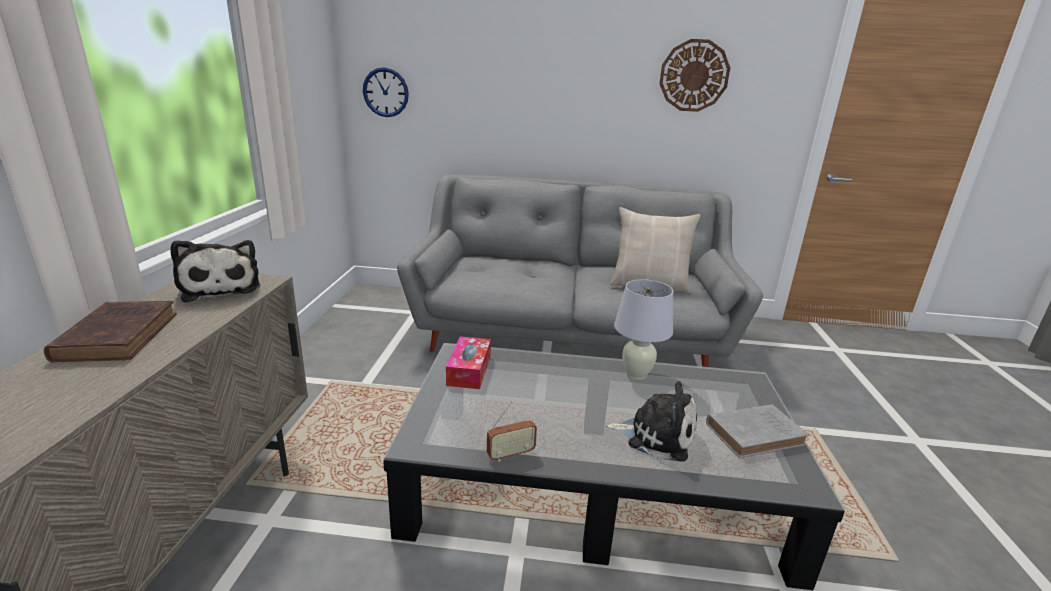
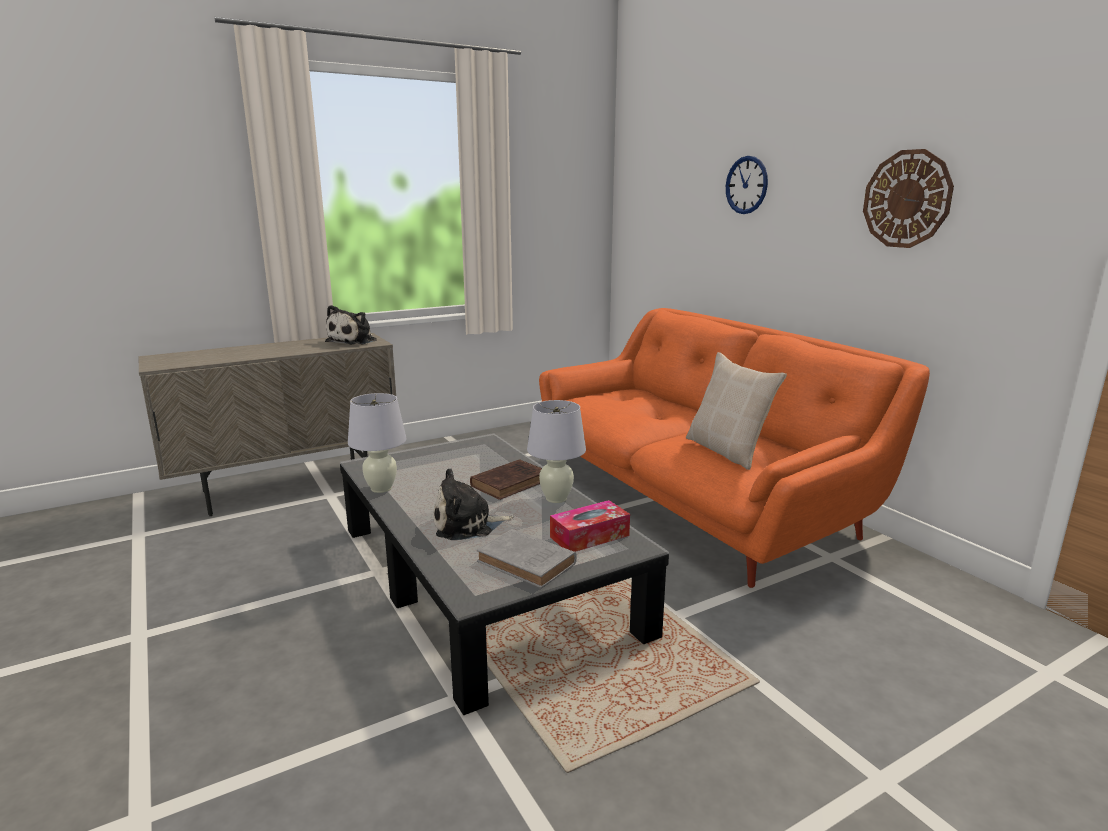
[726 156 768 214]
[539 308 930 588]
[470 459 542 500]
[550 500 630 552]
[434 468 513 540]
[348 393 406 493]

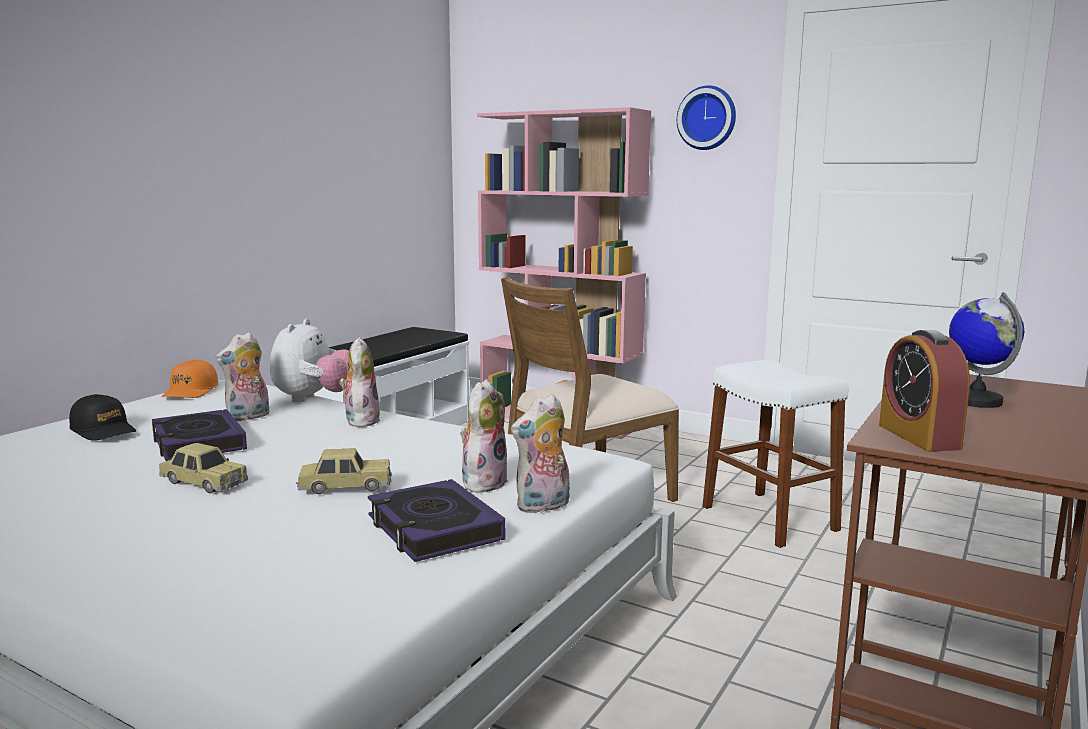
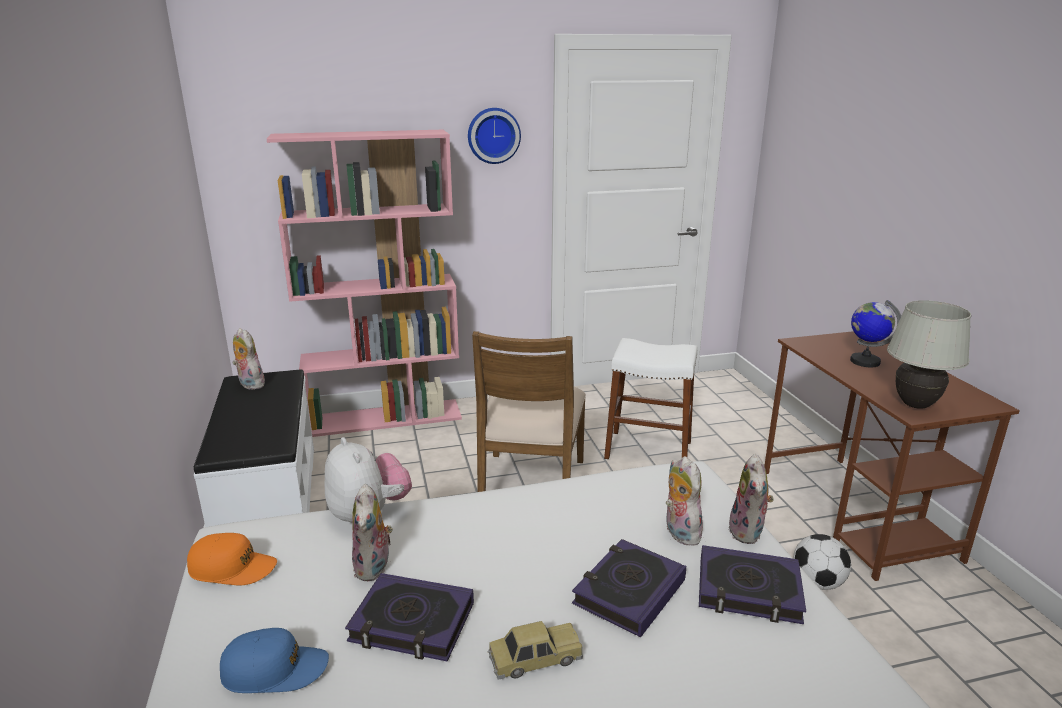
[887 300 971 409]
[232 328 266 390]
[187 533 277 585]
[220 628 329 693]
[572 539 686 638]
[793 534 851 590]

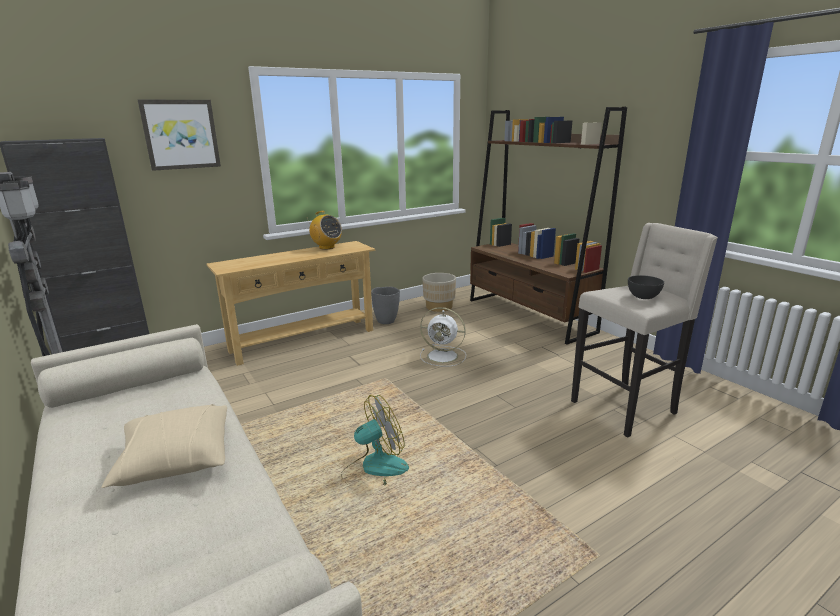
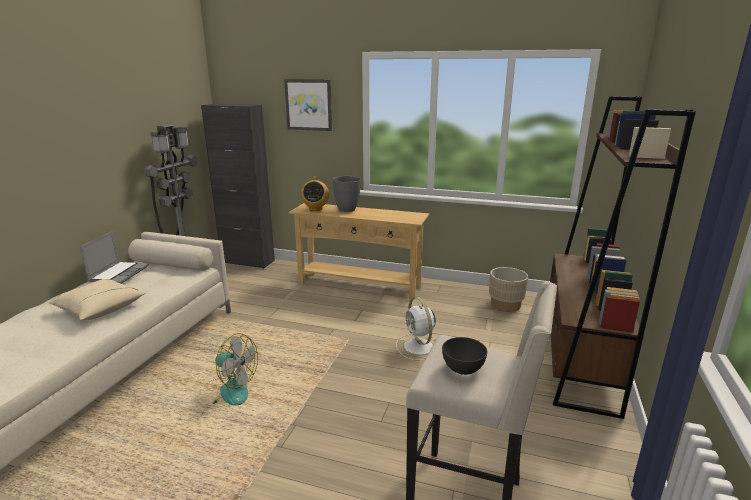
[301 177 329 211]
[333 176 361 212]
[80 231 149 284]

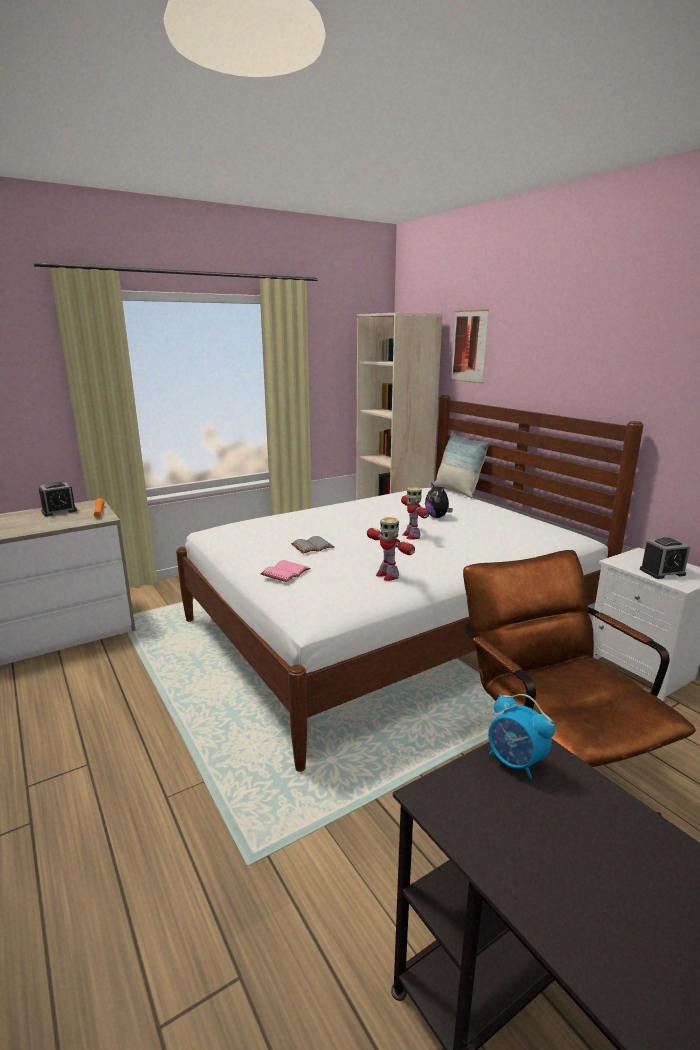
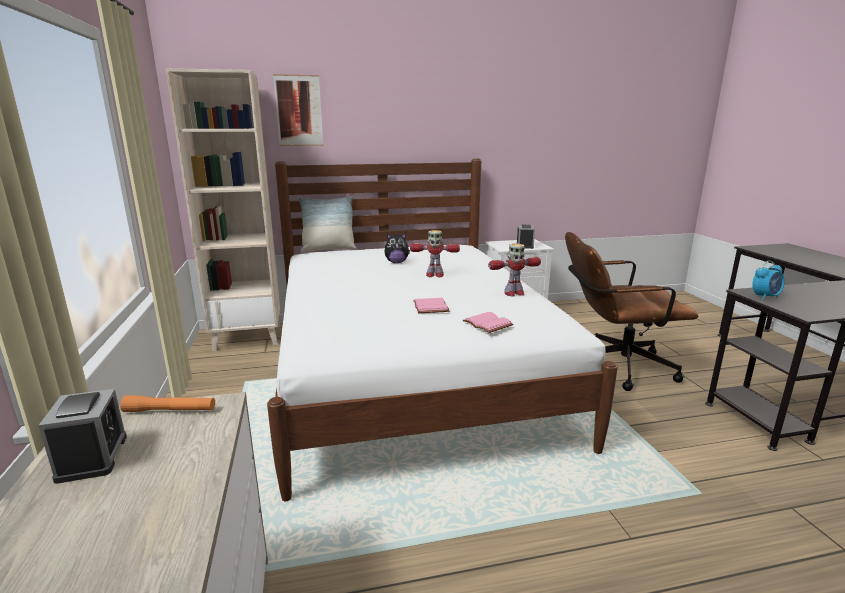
[413 298 449 313]

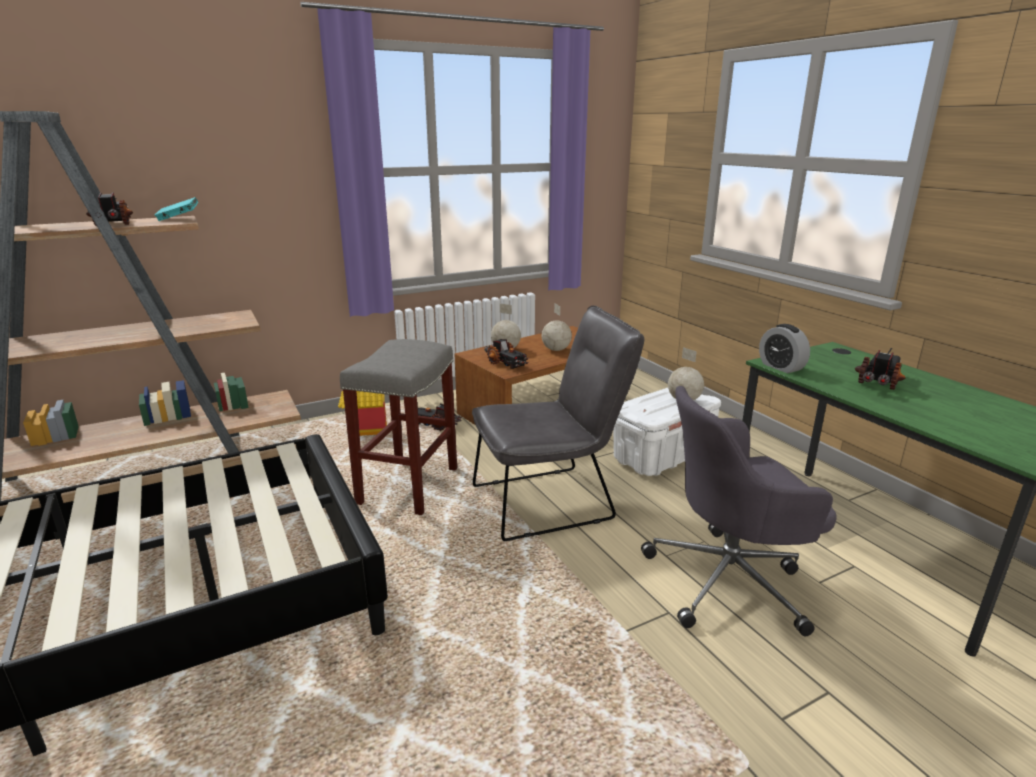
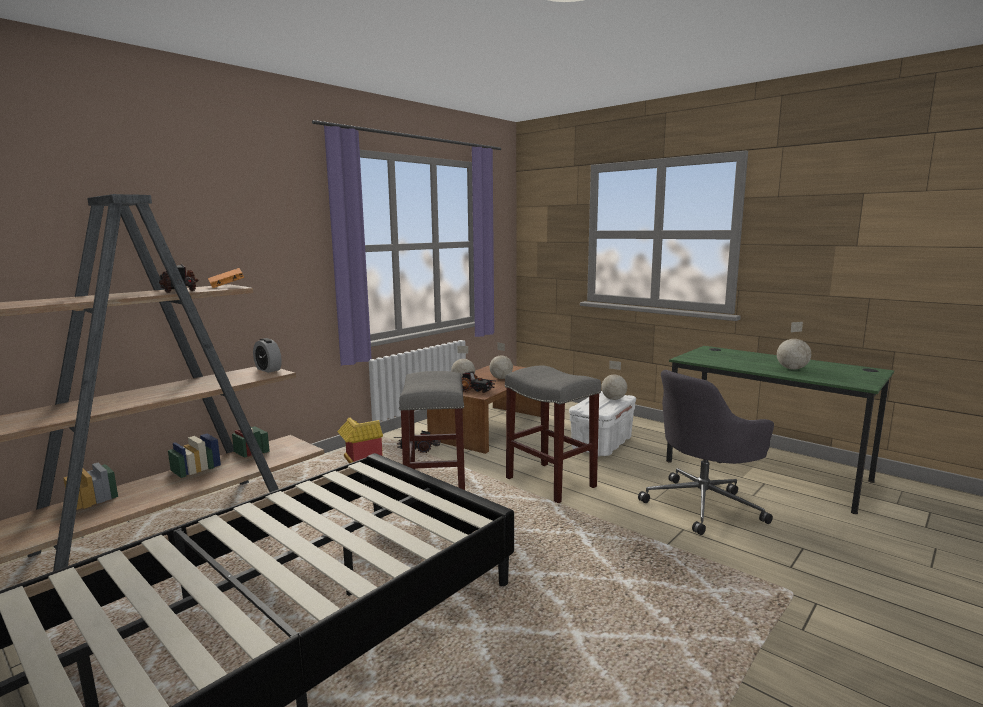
[208 268 244 288]
[505 366 601 503]
[253 338 282 373]
[855 348 906 390] (first image)
[777 322 811 370]

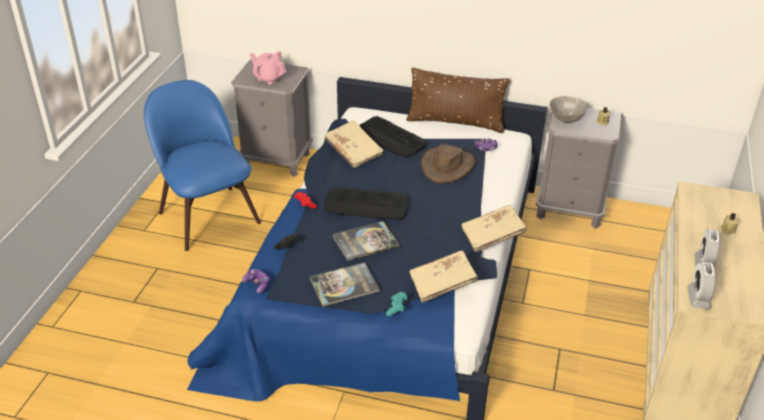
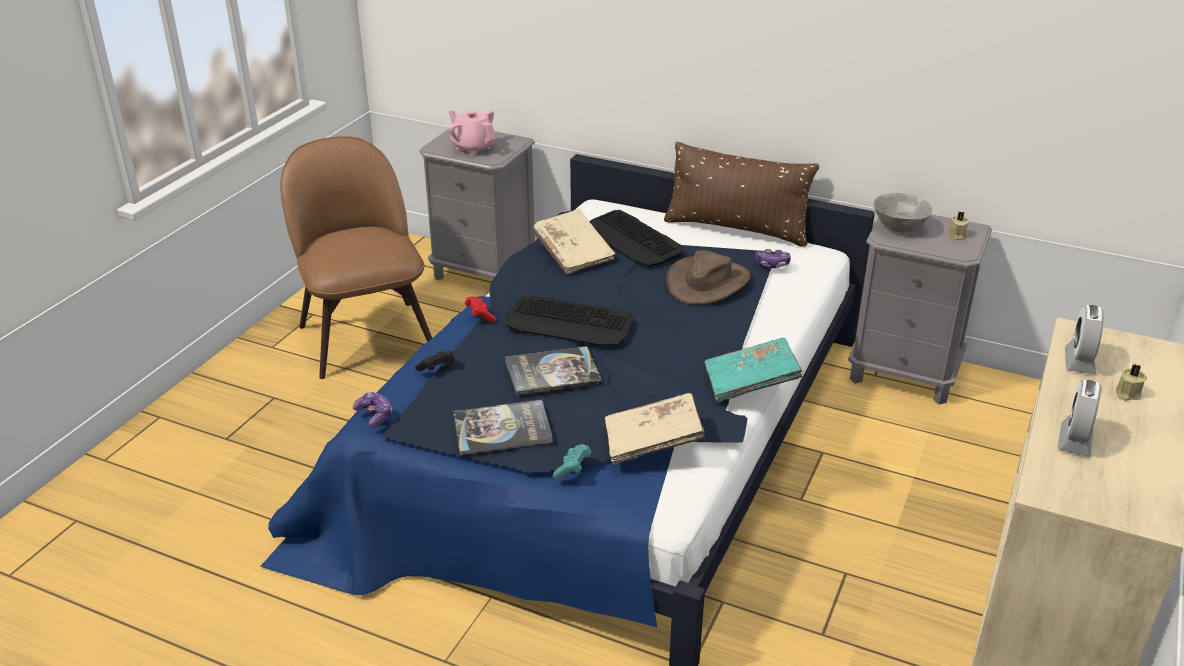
[280 136 432 379]
[704 338 803 402]
[1065 305 1104 375]

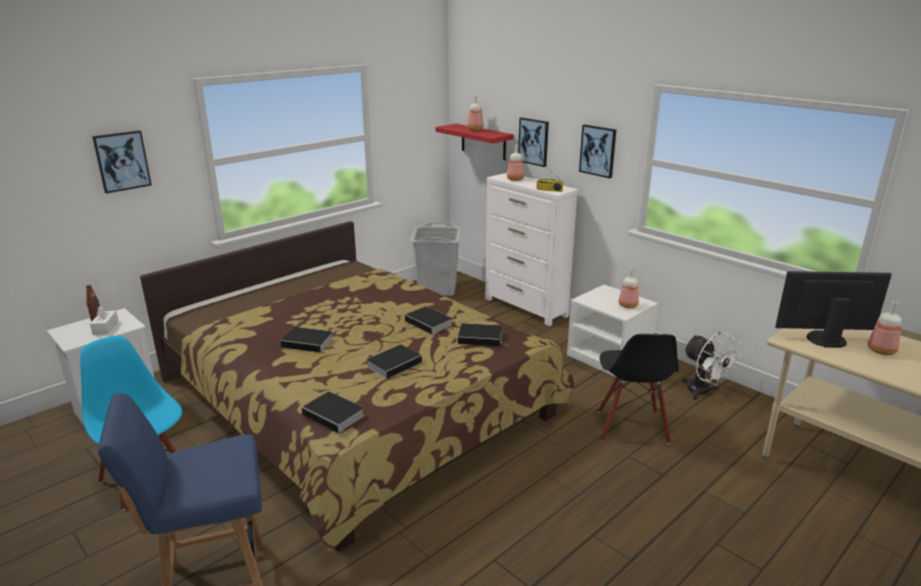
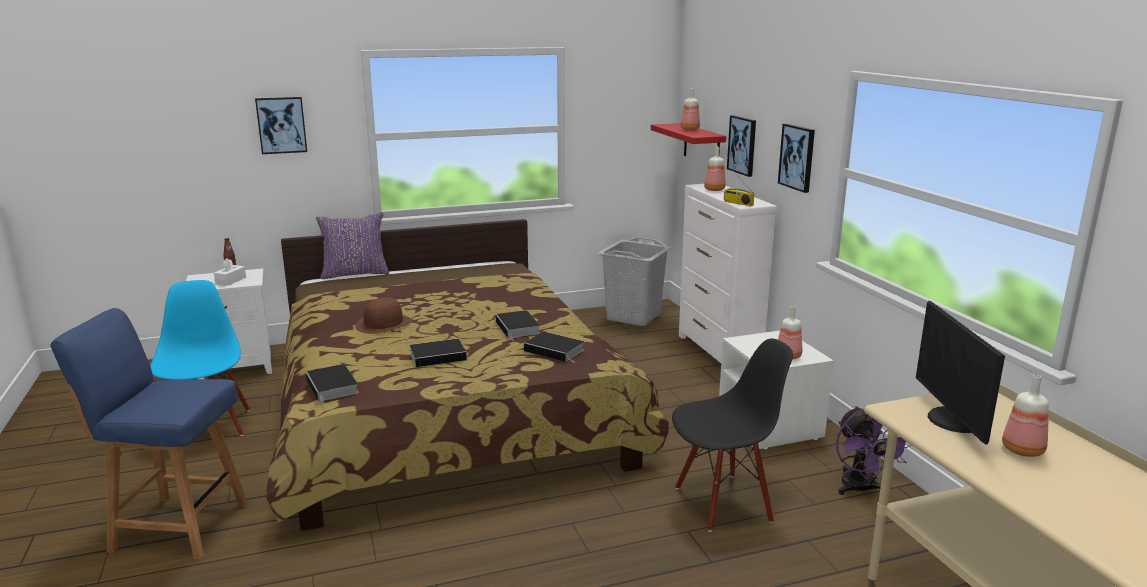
[916 301 1005 445]
[355 297 412 334]
[836 406 911 495]
[672 338 793 532]
[316 212 389 279]

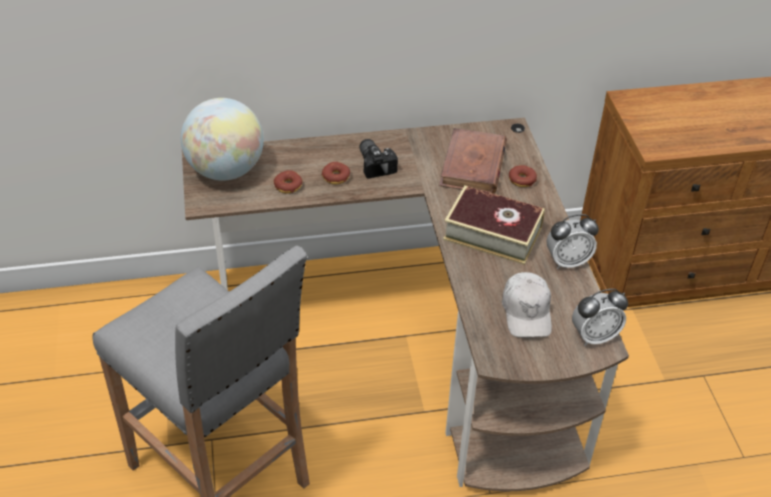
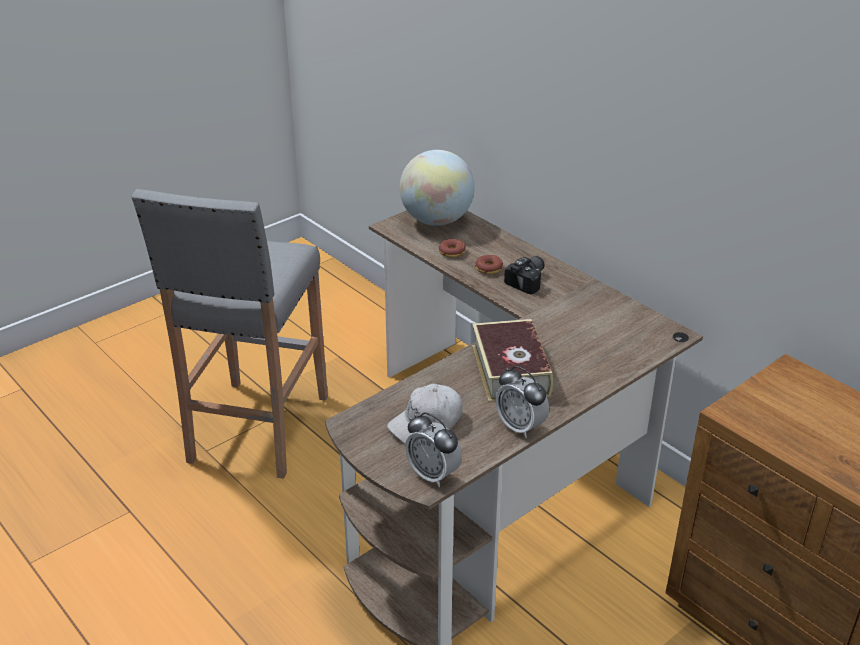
[439 128 507 194] (first image)
[509 165 537 187] (first image)

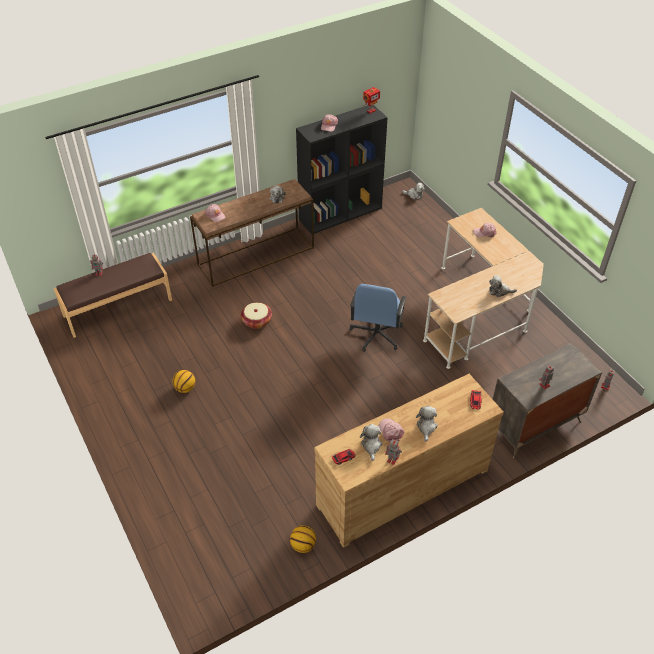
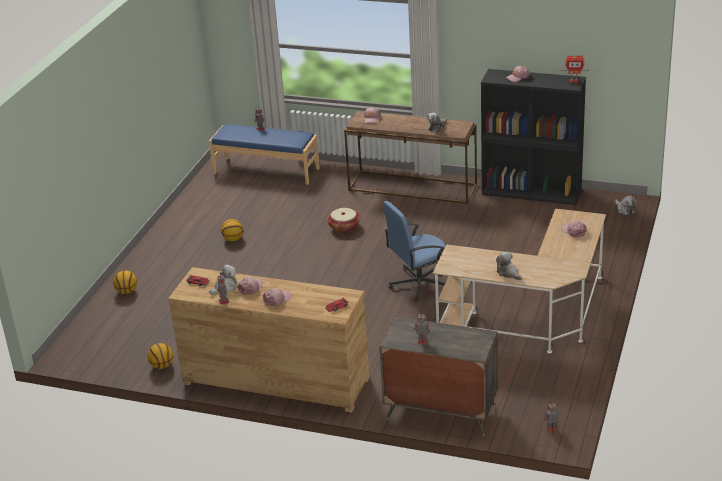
[209 124 320 185]
[263 288 292 306]
[113 271 137 294]

